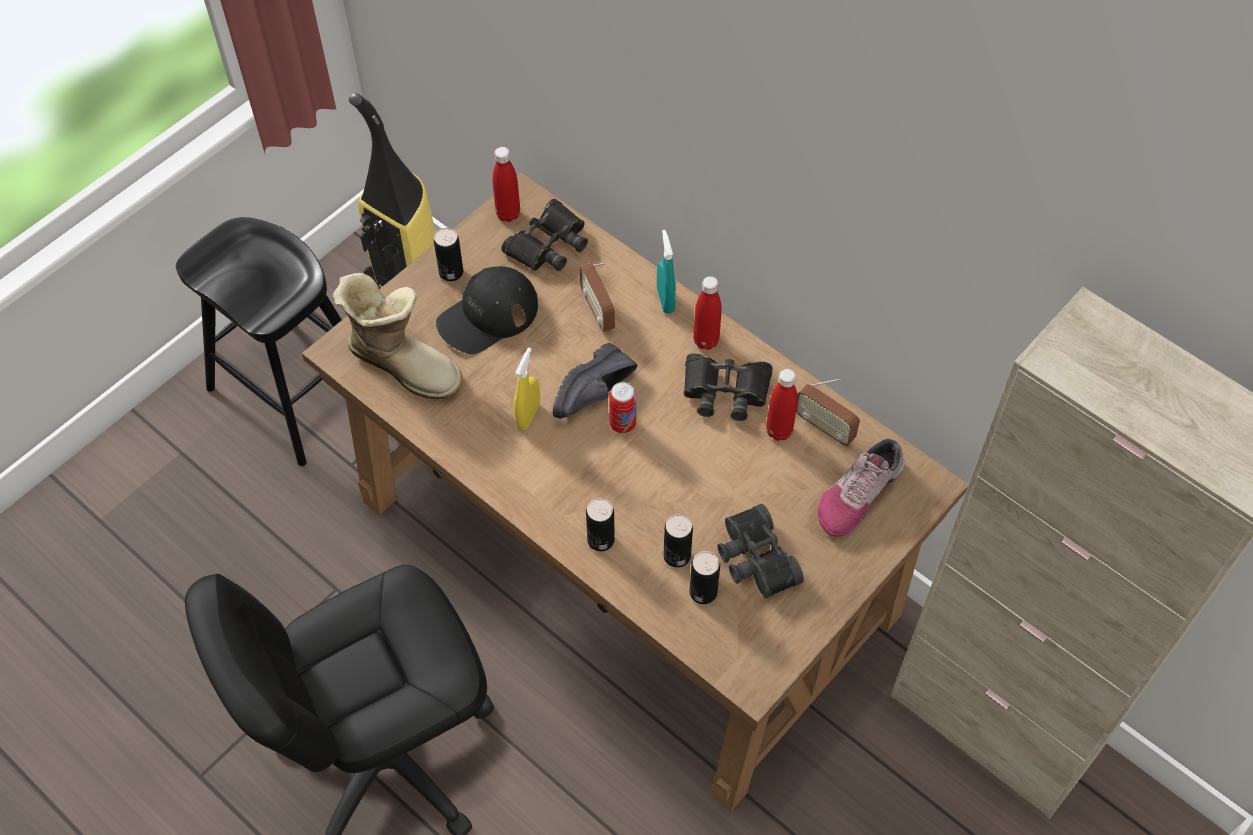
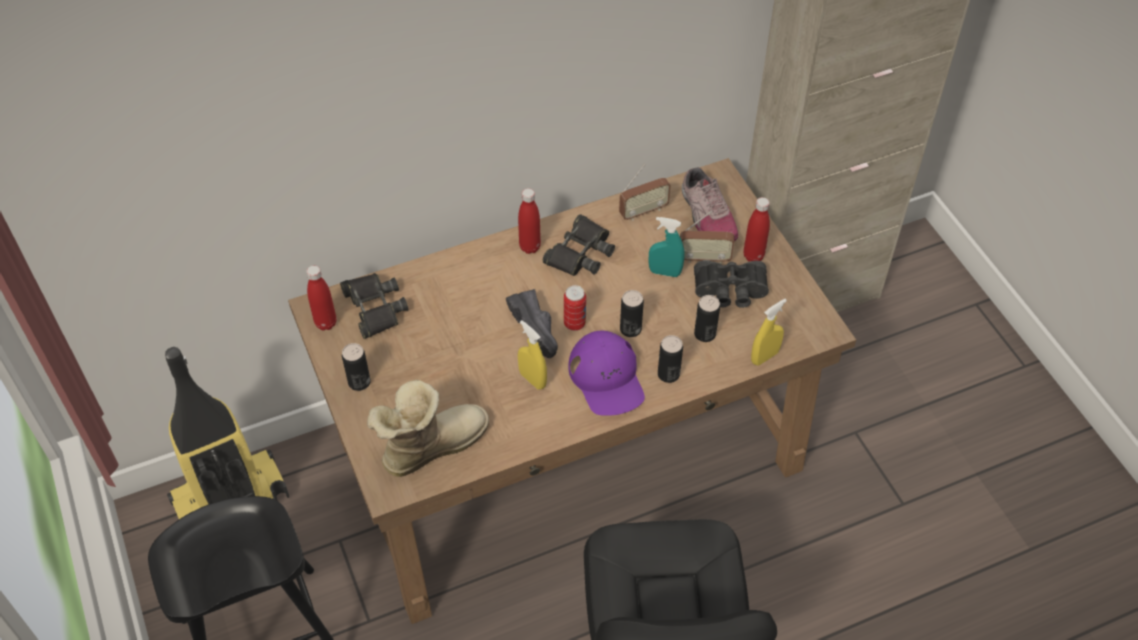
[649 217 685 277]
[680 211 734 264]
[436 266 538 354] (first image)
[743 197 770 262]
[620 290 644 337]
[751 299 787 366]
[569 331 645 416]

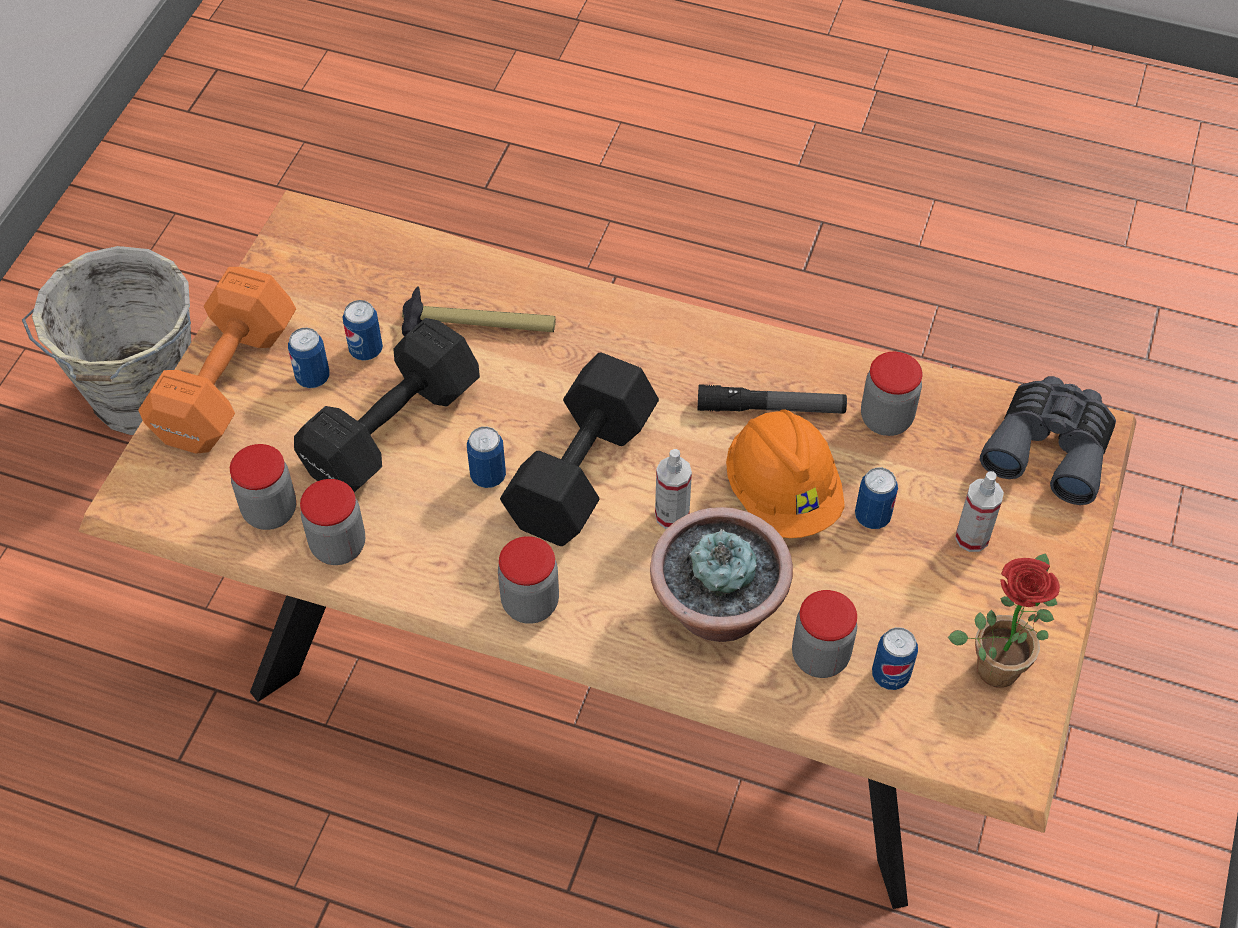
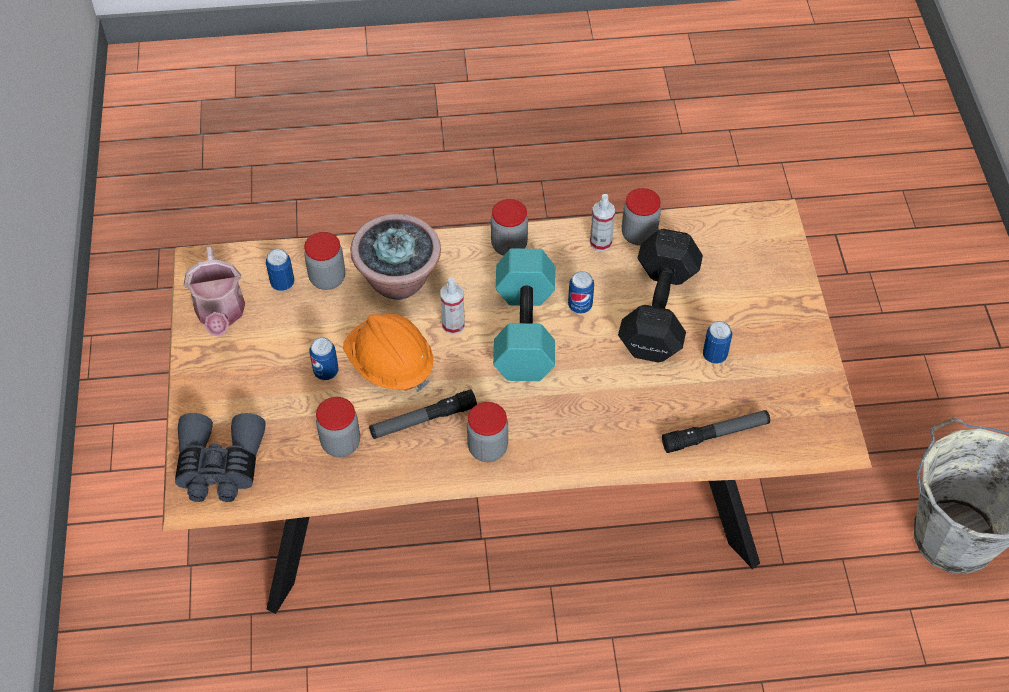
[138 267 296 454] (first image)
[402 286 556 336] (first image)
[288 328 329 388] (first image)
[493 248 555 381]
[467 402 508 462]
[590 194 615 251]
[184 247 245 337]
[662 410 770 453]

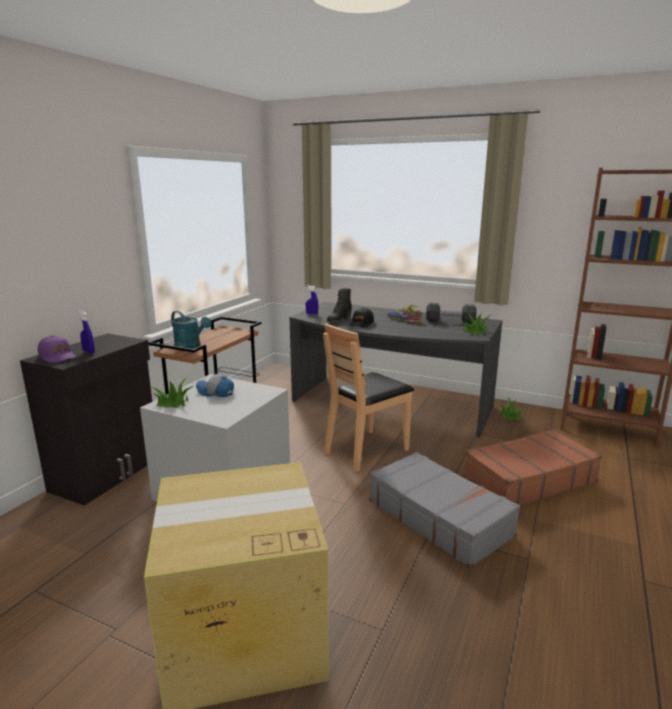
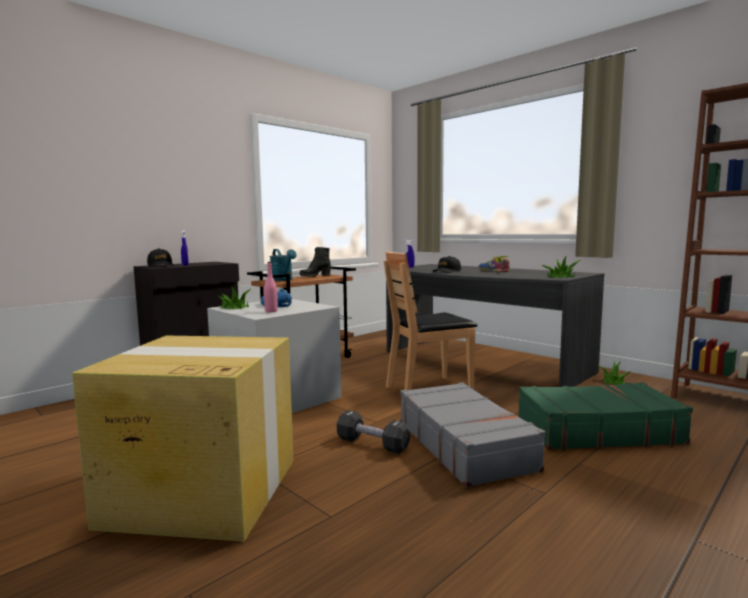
[300 247 331 277]
[337 410 410 454]
[147 248 173 267]
[518 383 693 450]
[264 262 278 312]

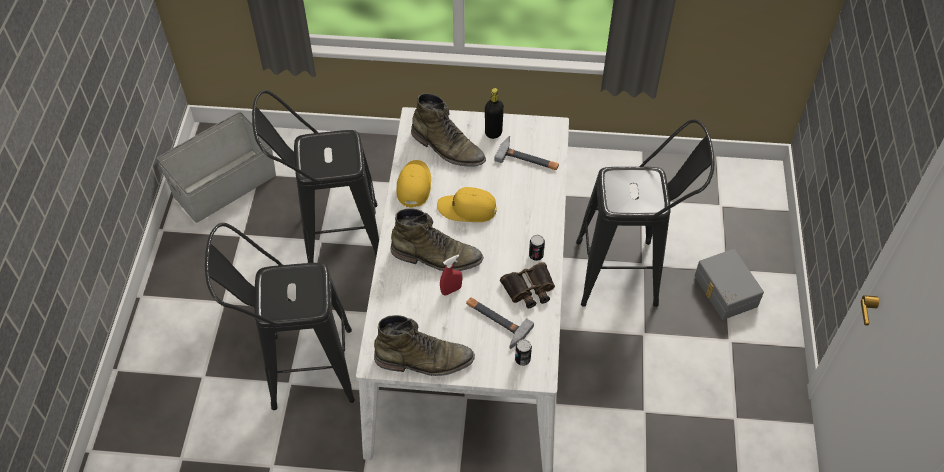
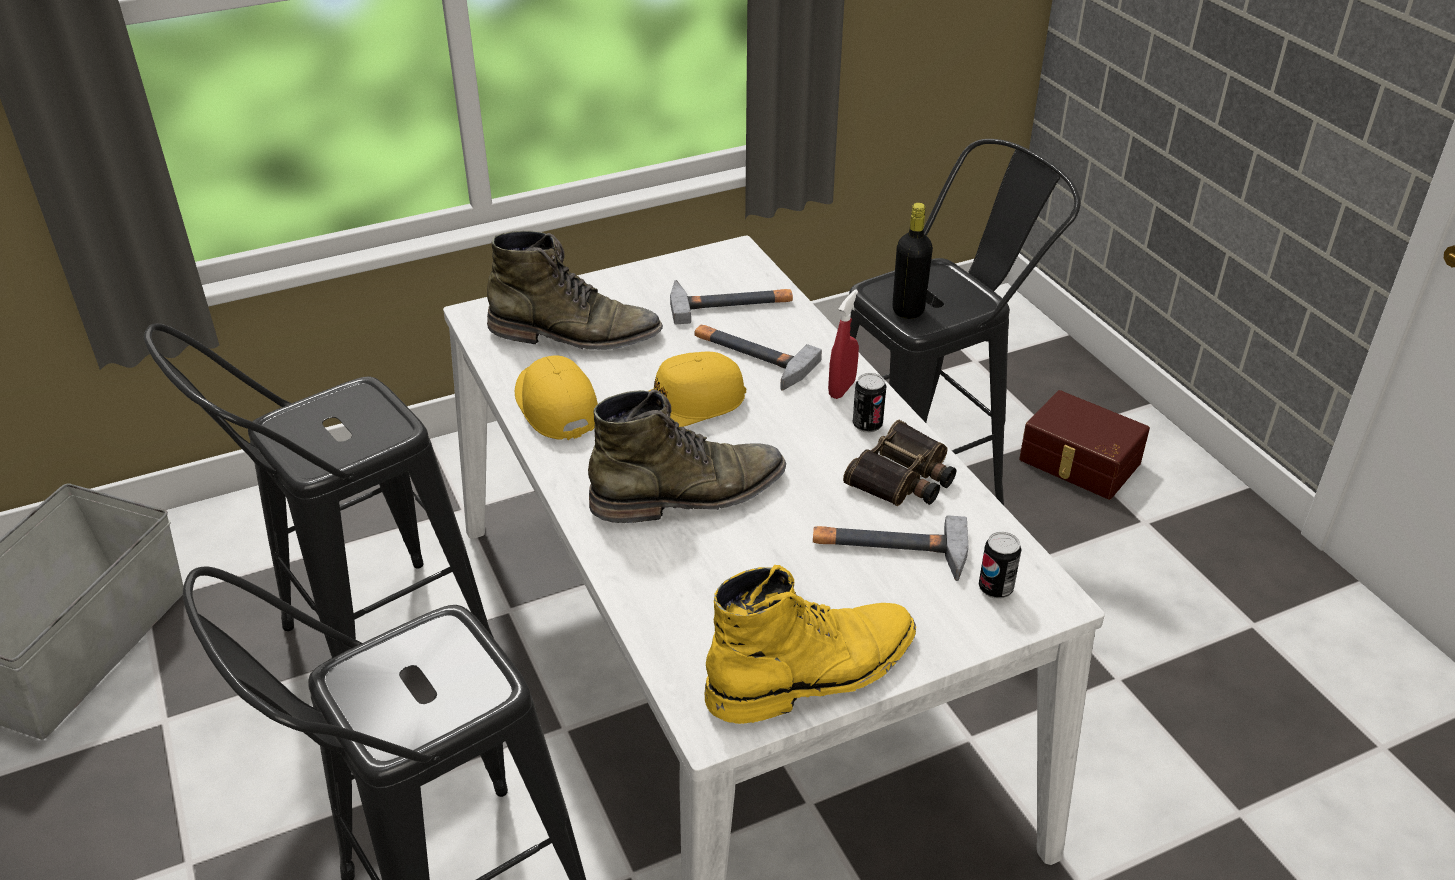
[892 203 933 319]
[1019 390 1150 500]
[828 289 859 399]
[704 565 916 724]
[694 325 822 391]

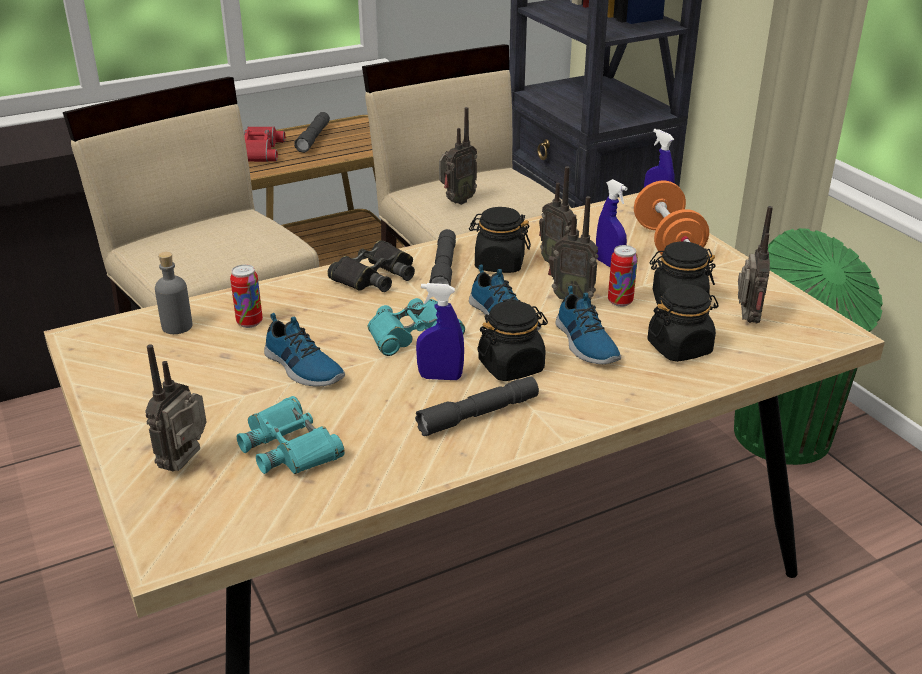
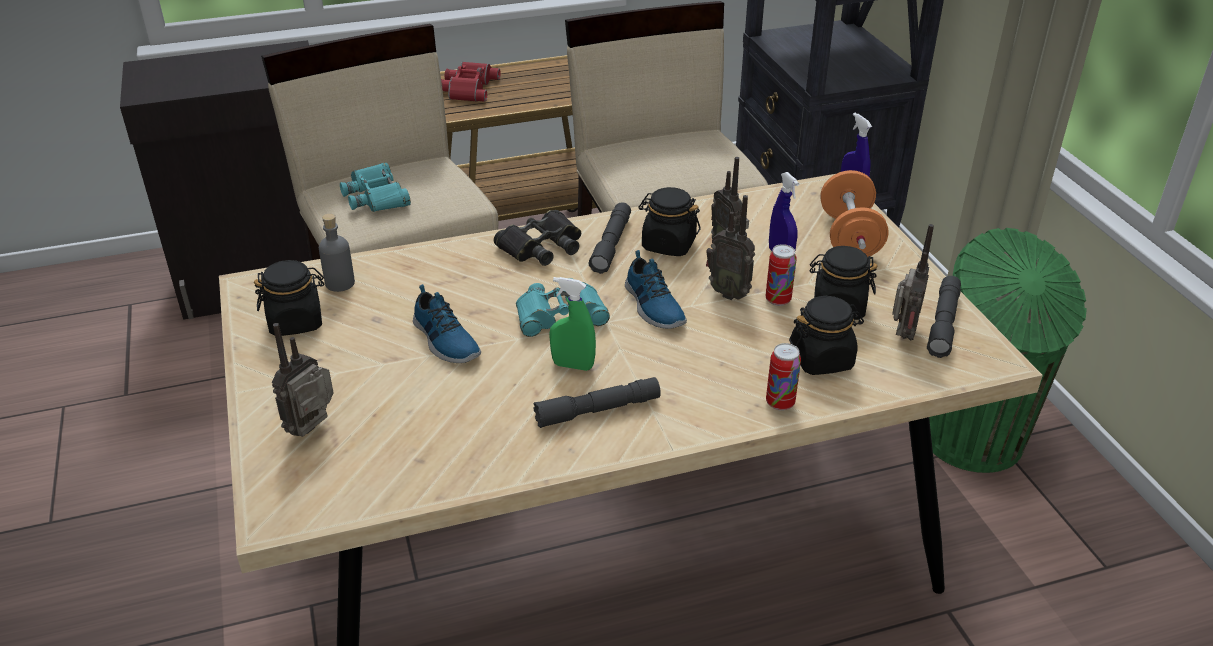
[439 107 477 205] (first image)
[927 276 961 358]
[766 343 801 411]
[549 277 596 371]
[555 286 621 364] (first image)
[254 260 324 336]
[340 163 411 212]

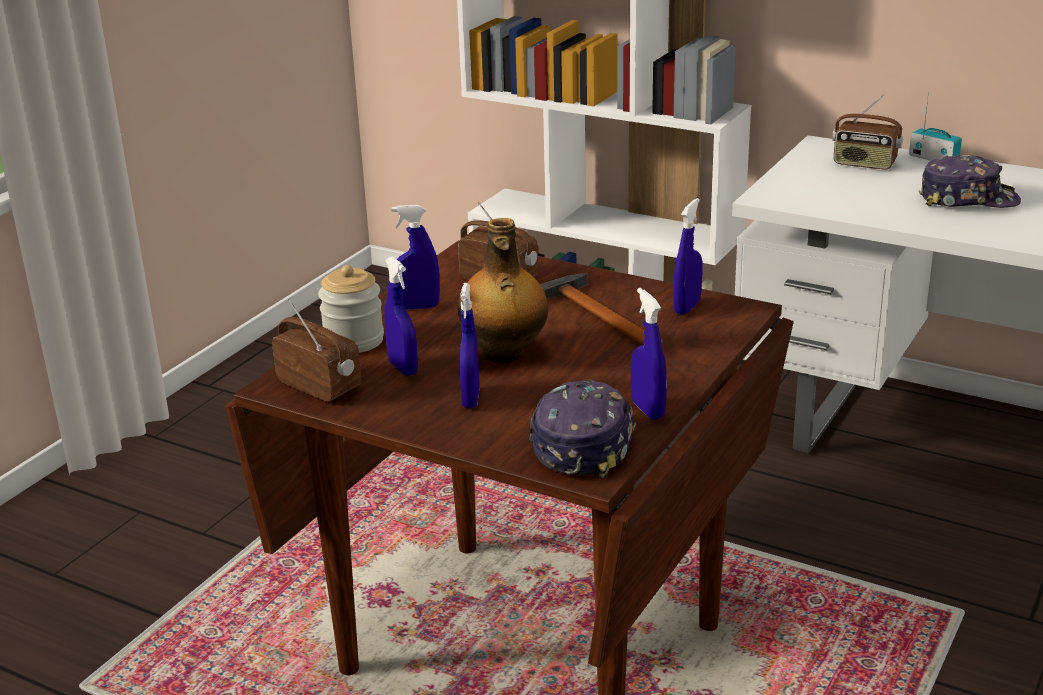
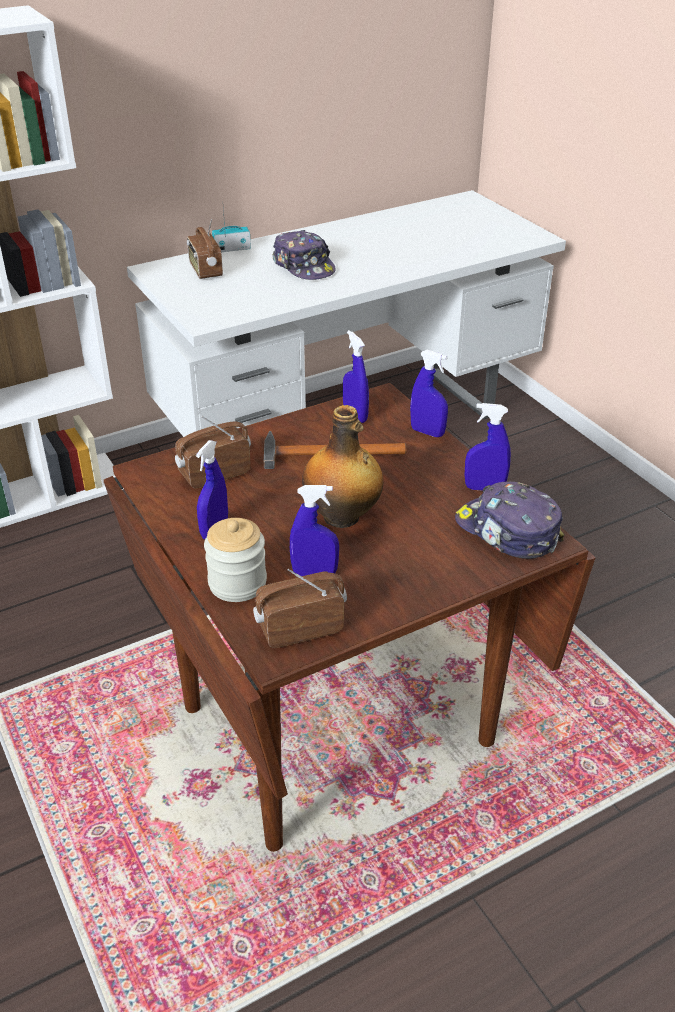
[187 219 223 279]
[273 230 336 280]
[410 350 448 437]

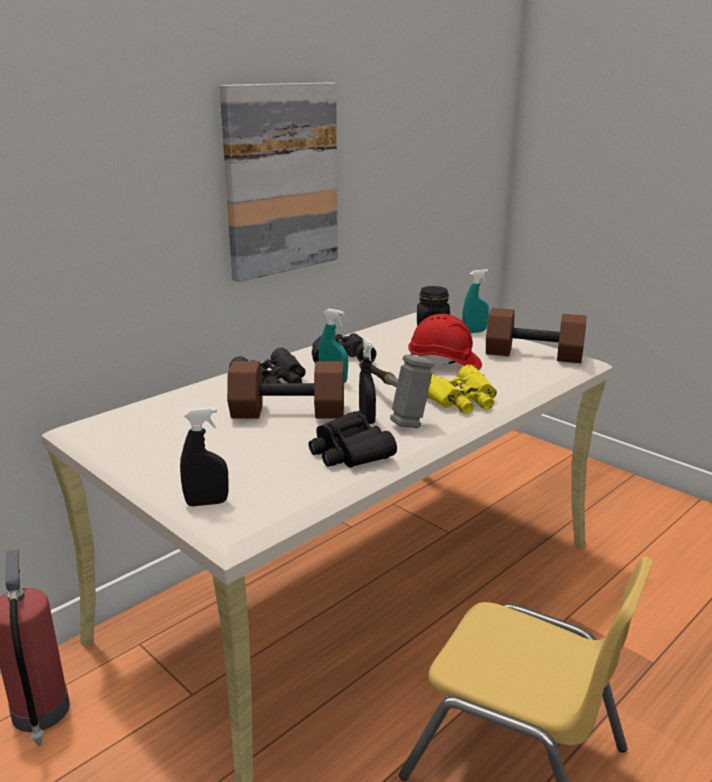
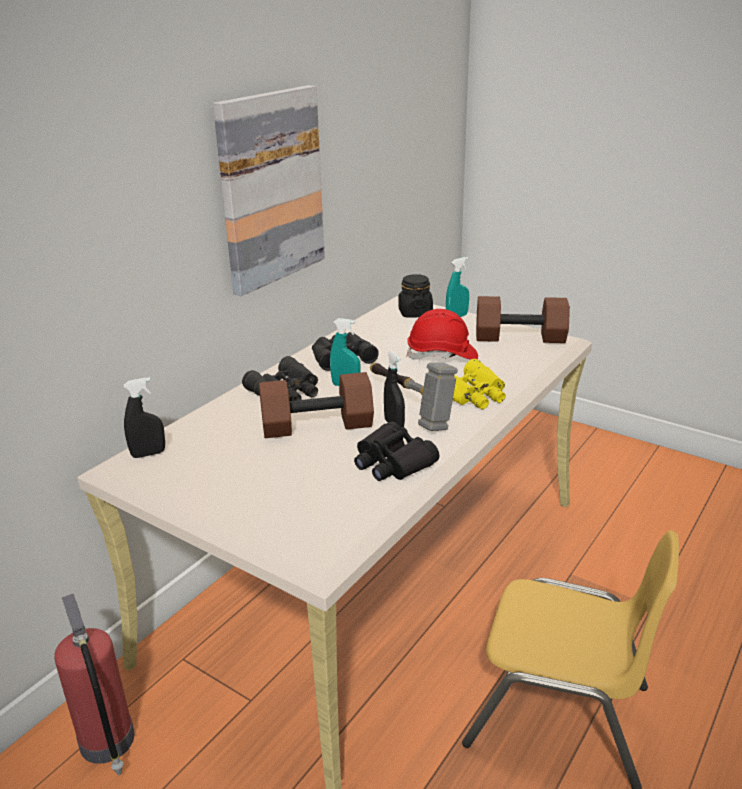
[124 377 165 458]

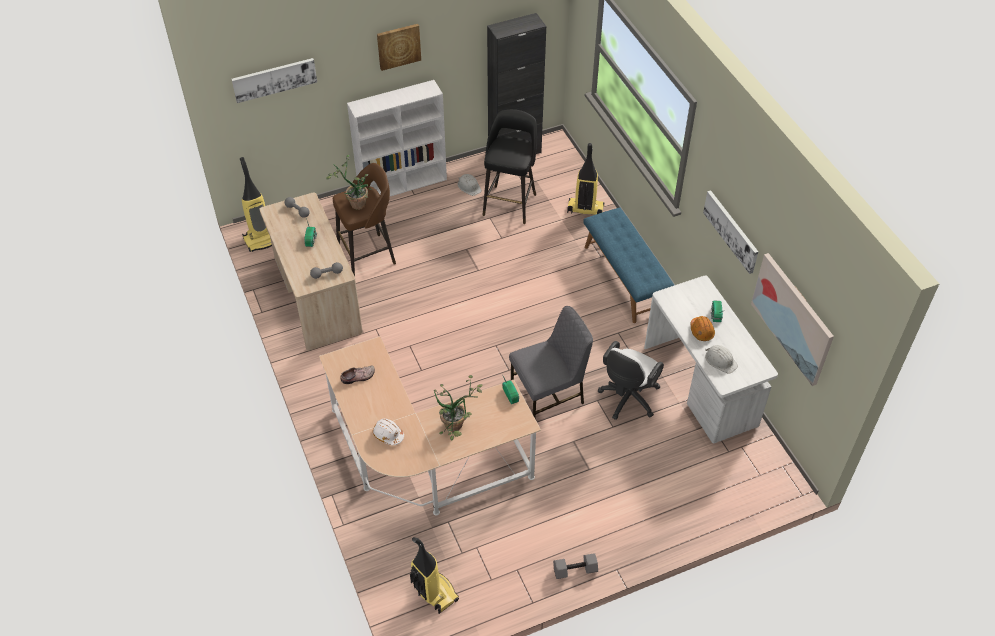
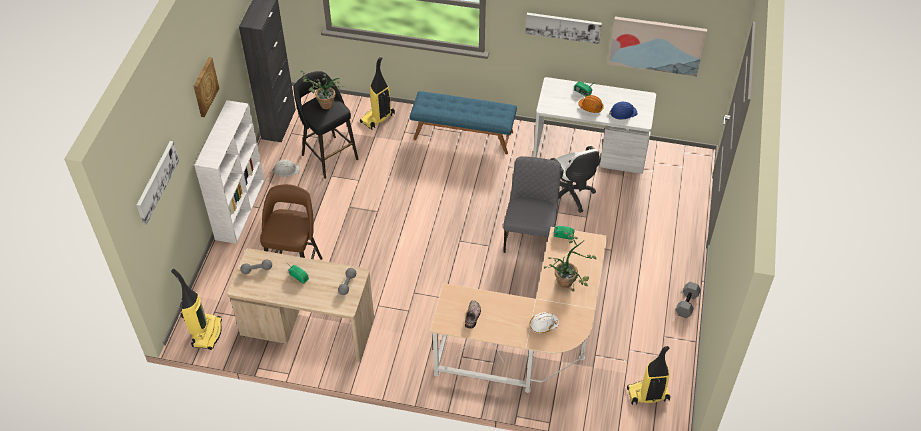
[300 70 345 109]
[609 102 638 120]

